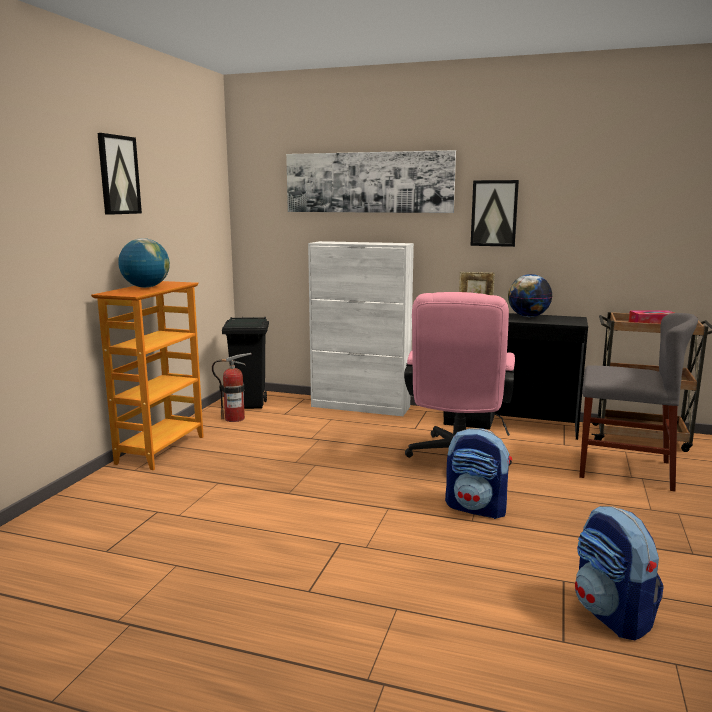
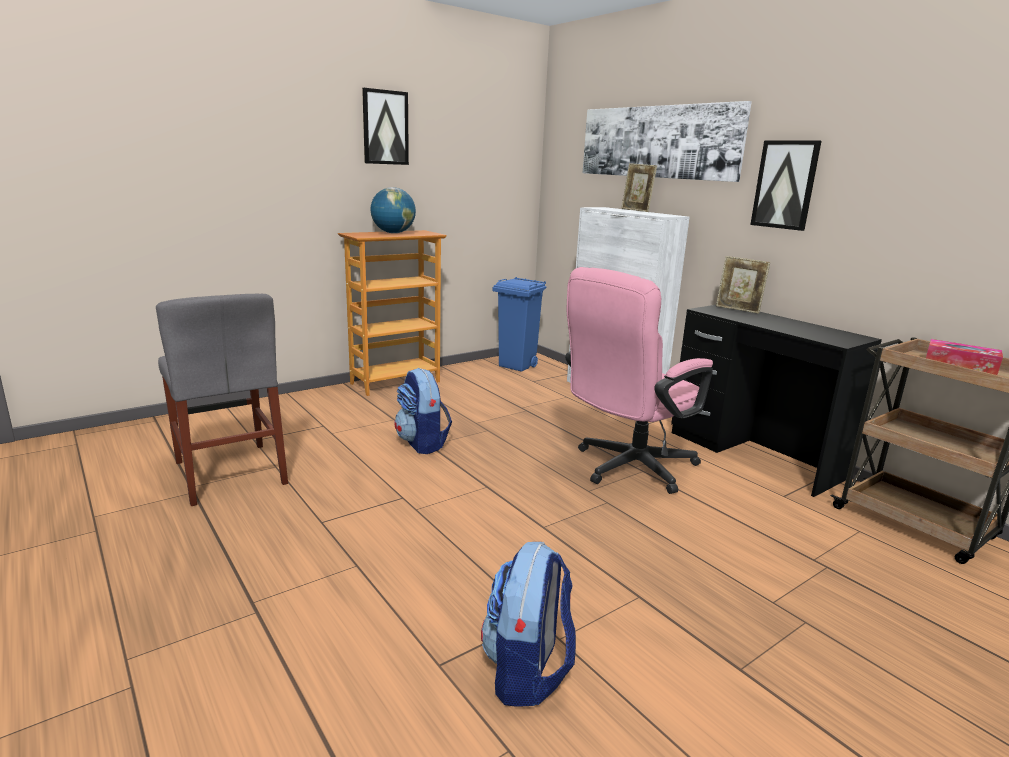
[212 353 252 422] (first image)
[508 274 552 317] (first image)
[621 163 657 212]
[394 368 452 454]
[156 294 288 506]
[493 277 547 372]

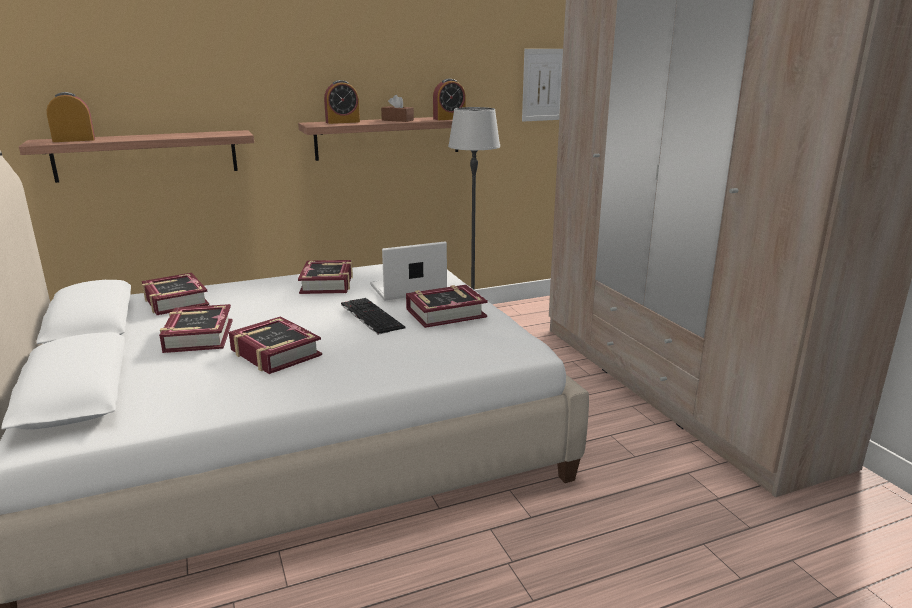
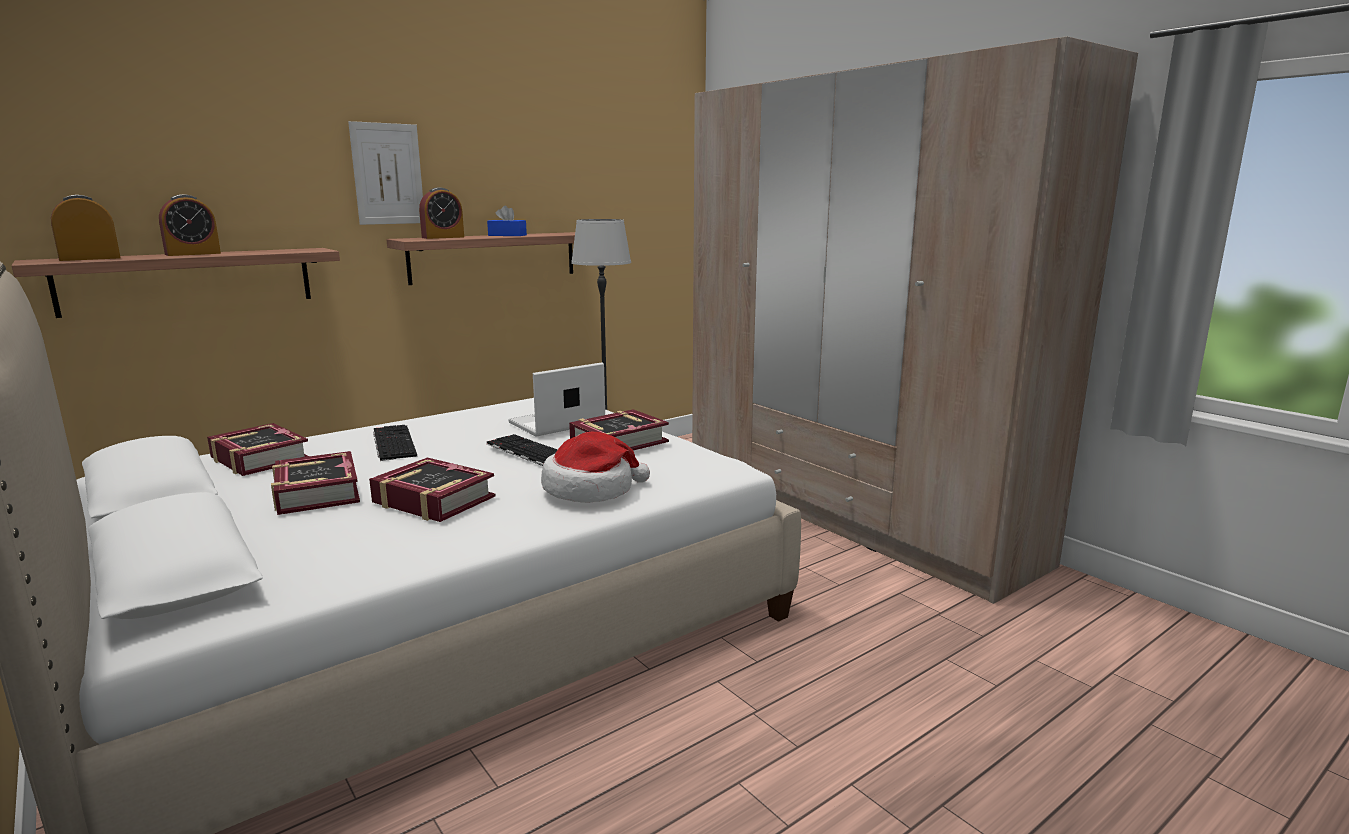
[298 260 353 294] (first image)
[373 425 417 461]
[541 432 650 503]
[159 194 221 256]
[348 121 423 225]
[487 206 527 236]

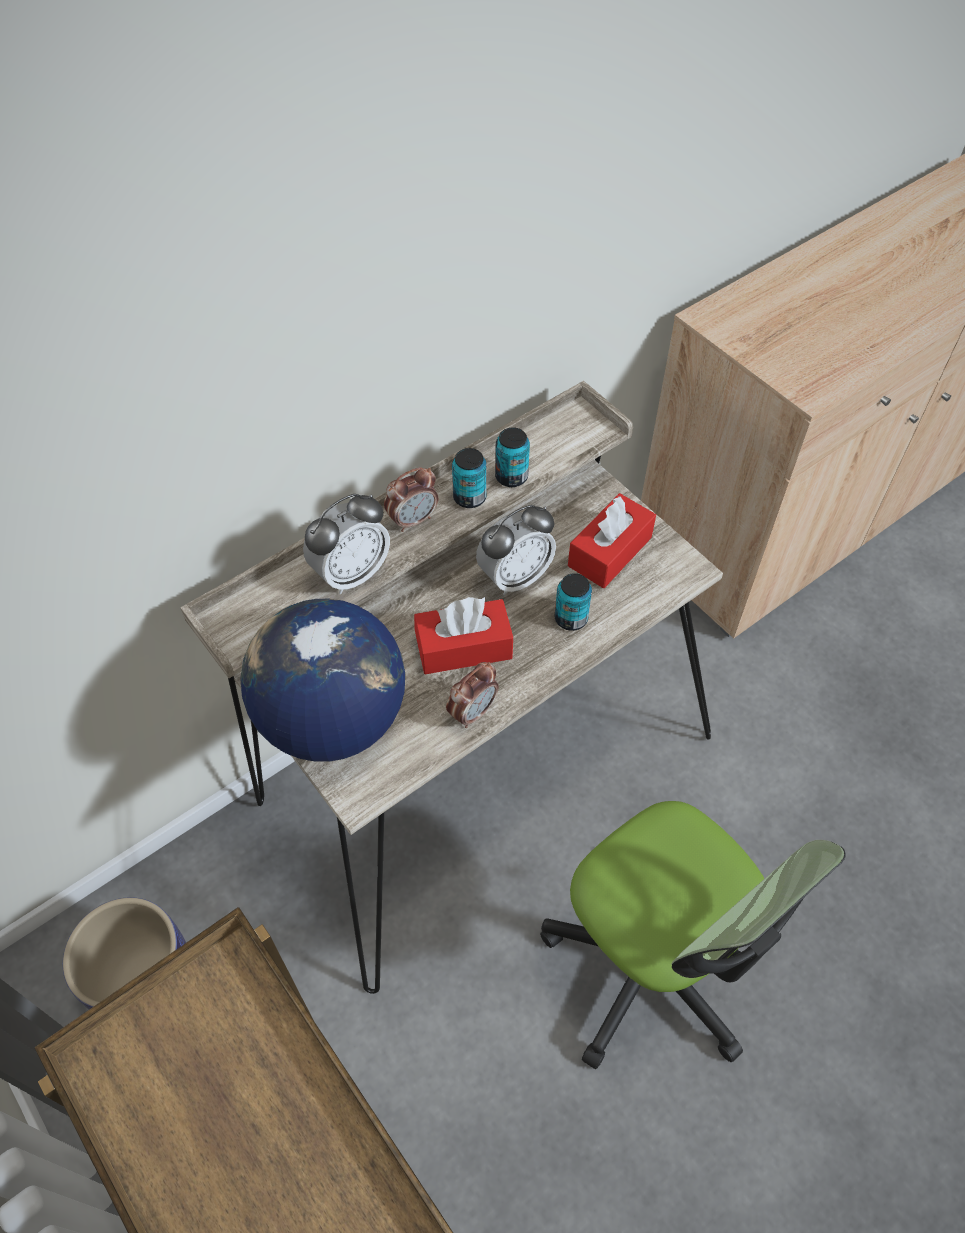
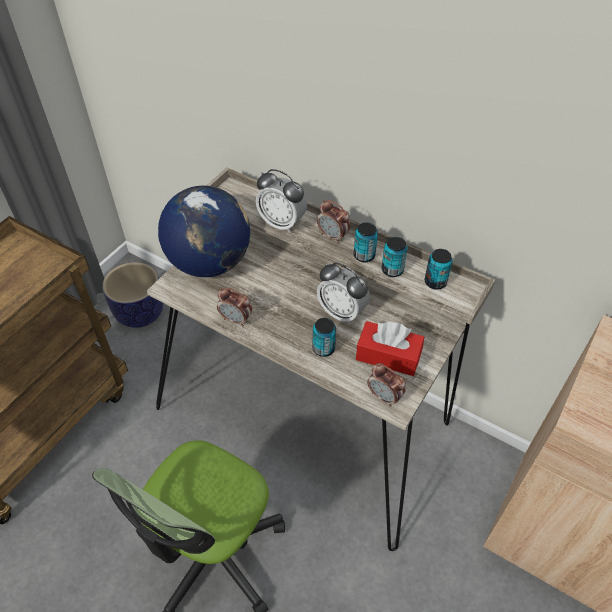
[414 597 513 674] (first image)
[367 363 406 407]
[425 249 453 290]

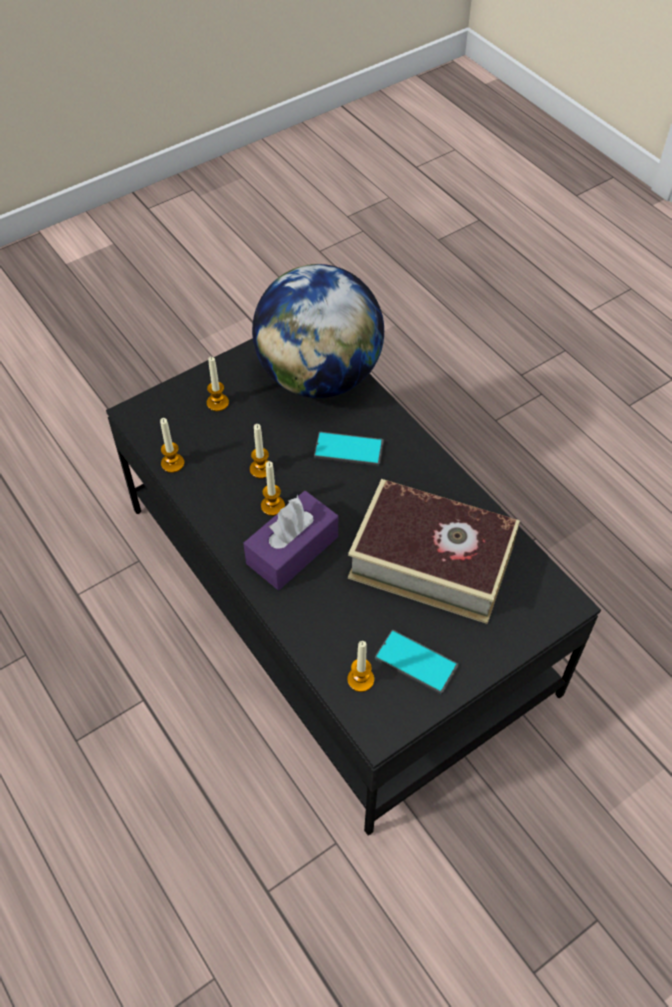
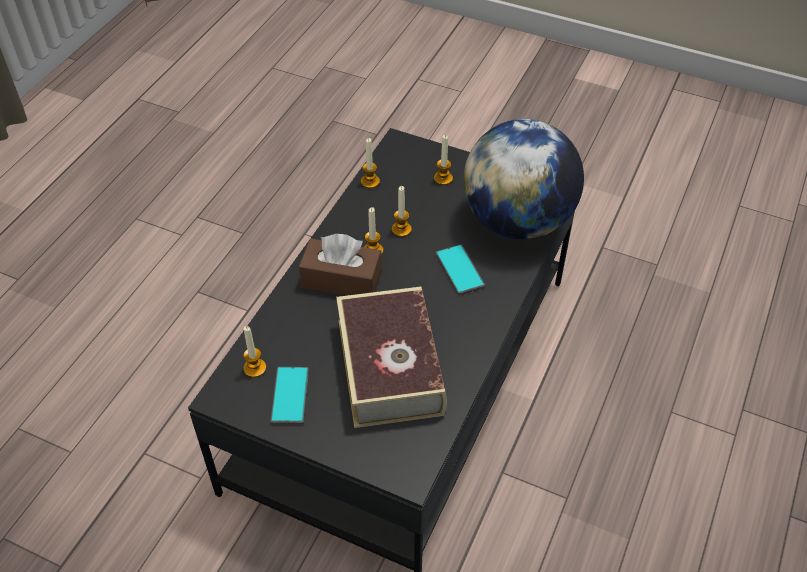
[299 234 382 296]

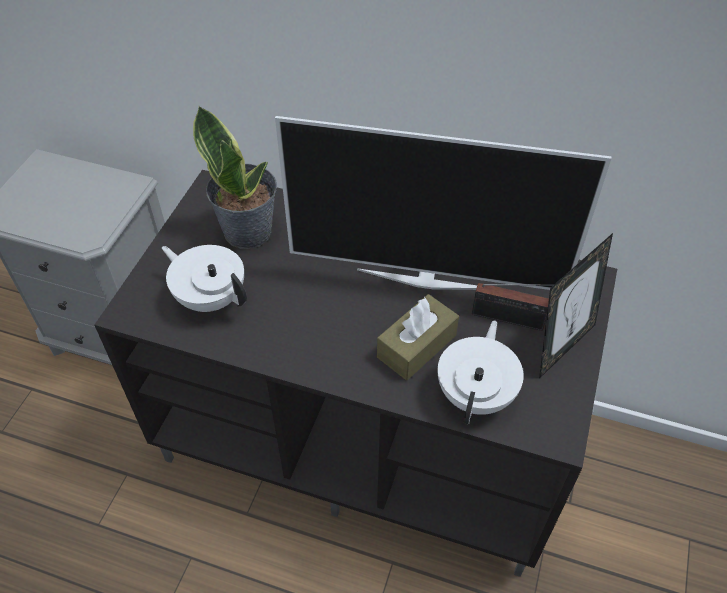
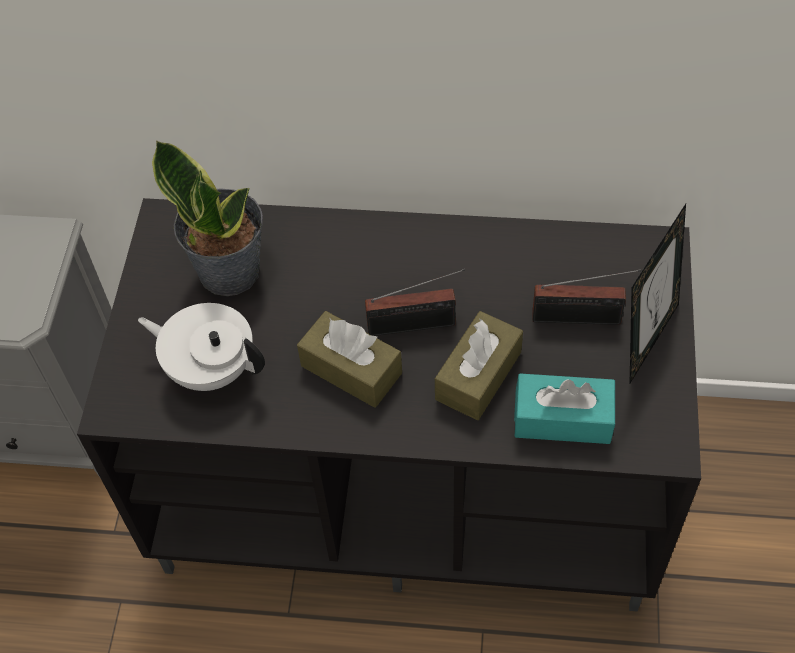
[275 116 611 290] (first image)
[297 311 402 408]
[365 269 465 336]
[514 373 615 444]

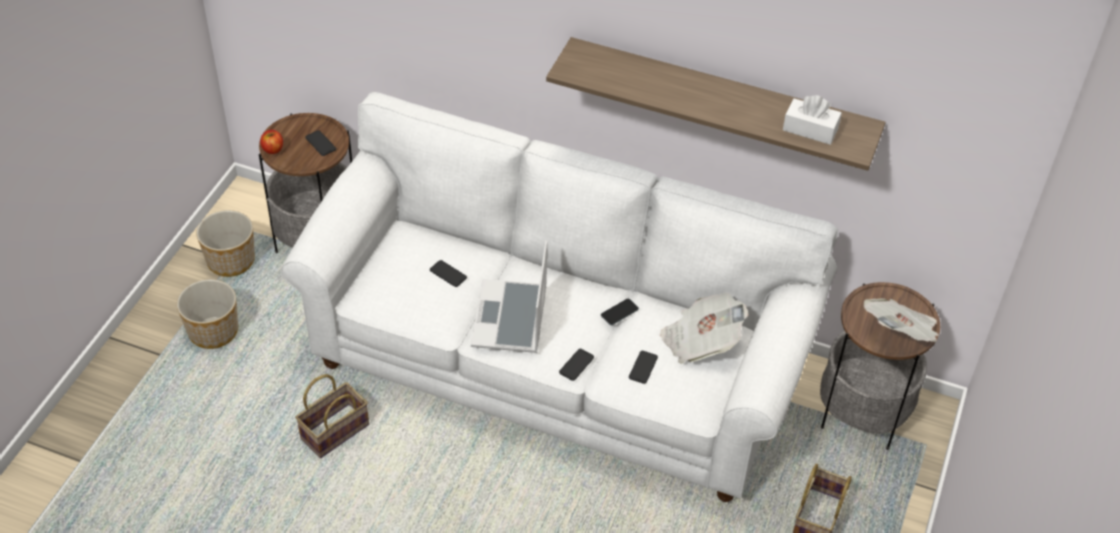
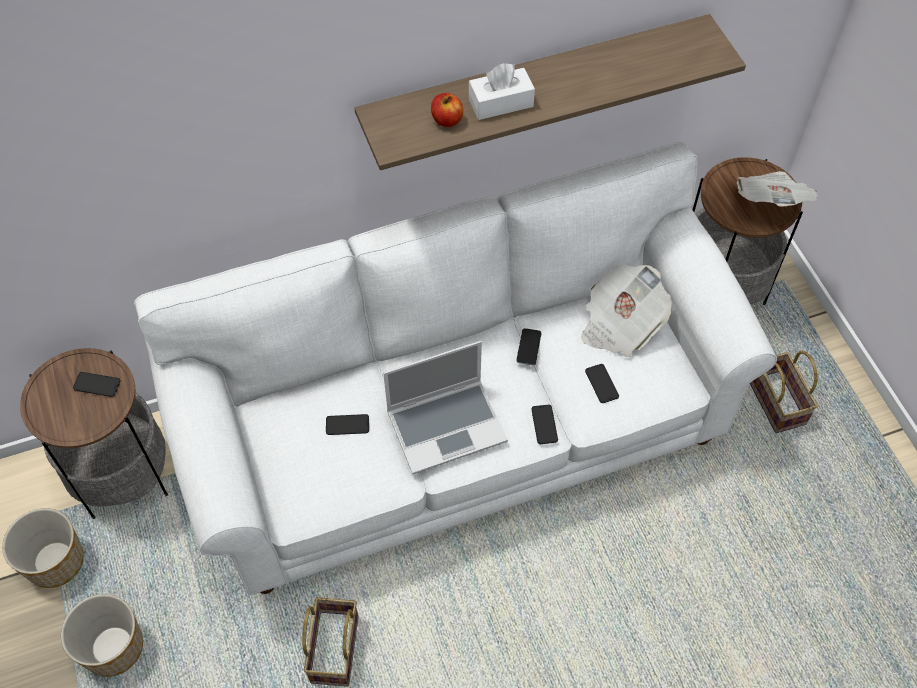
[431 93 463 127]
[469 63 535 120]
[383 341 508 474]

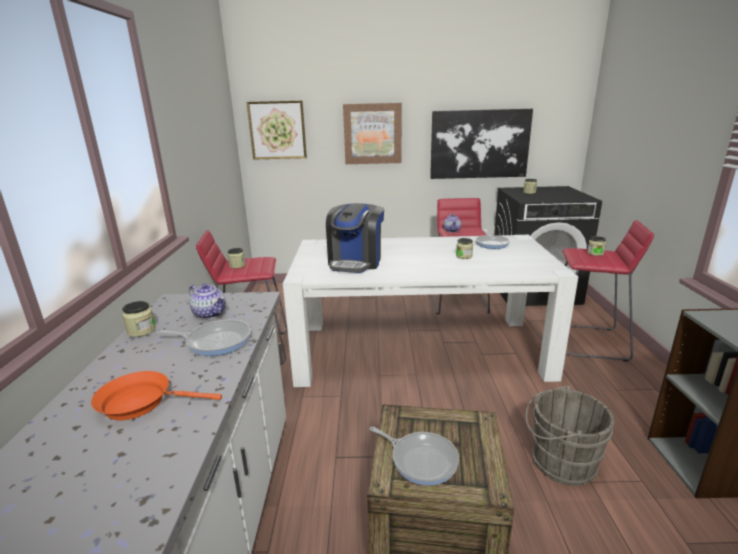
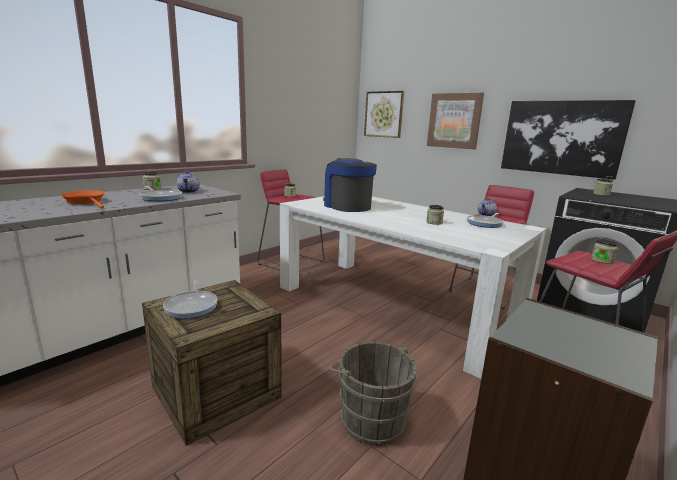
[323 158 377 212]

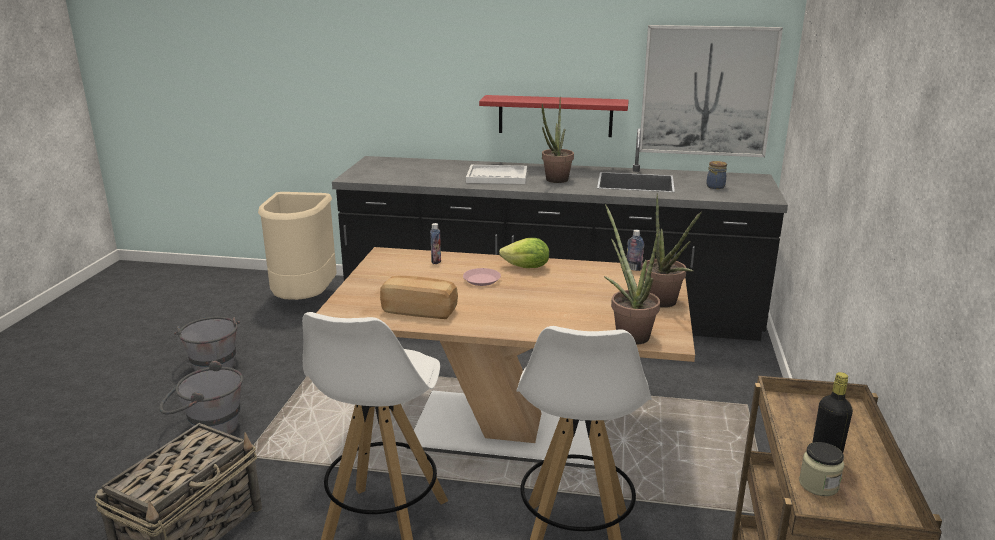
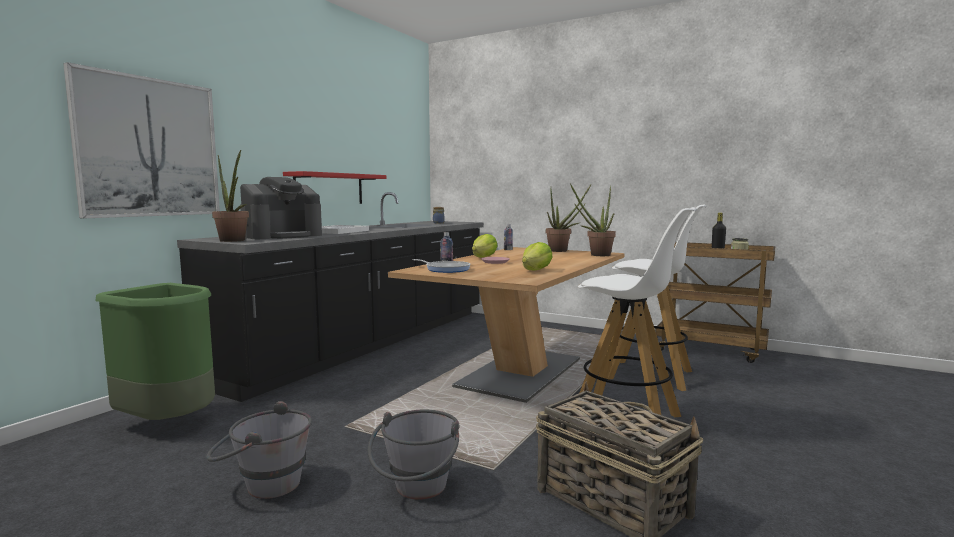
[240 177 322 239]
[412 259 470 273]
[212 150 249 242]
[63 62 220 219]
[522 242 553 270]
[96 283 215 420]

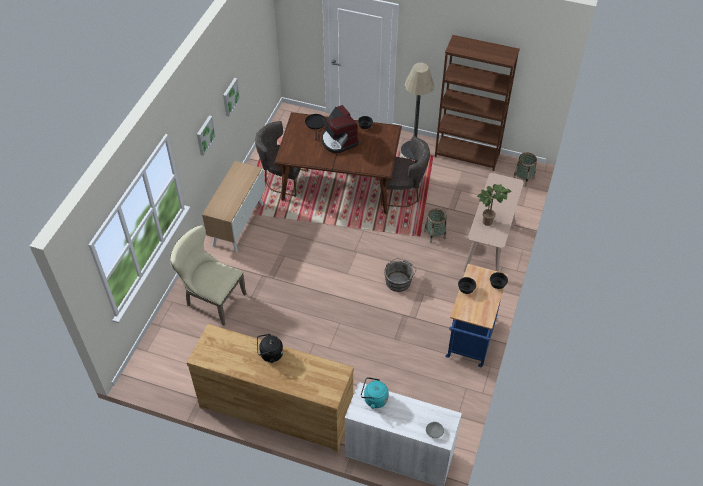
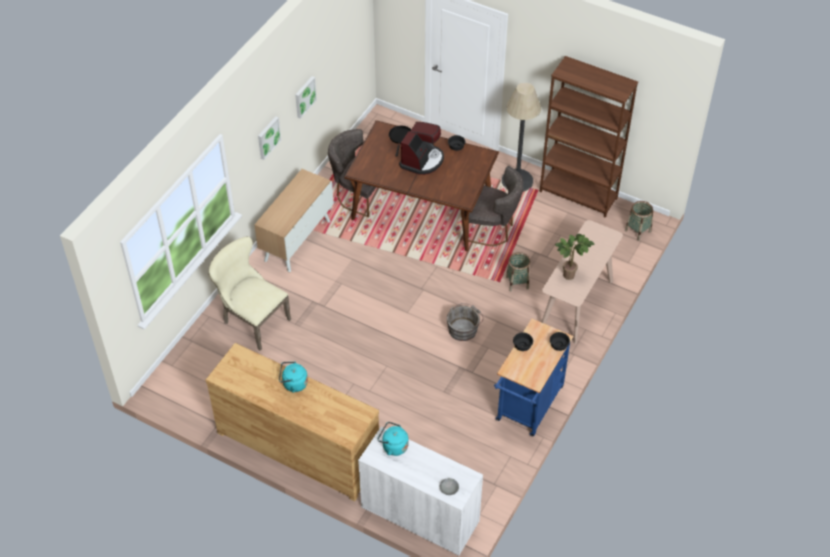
[279 361 308 393]
[399 122 444 175]

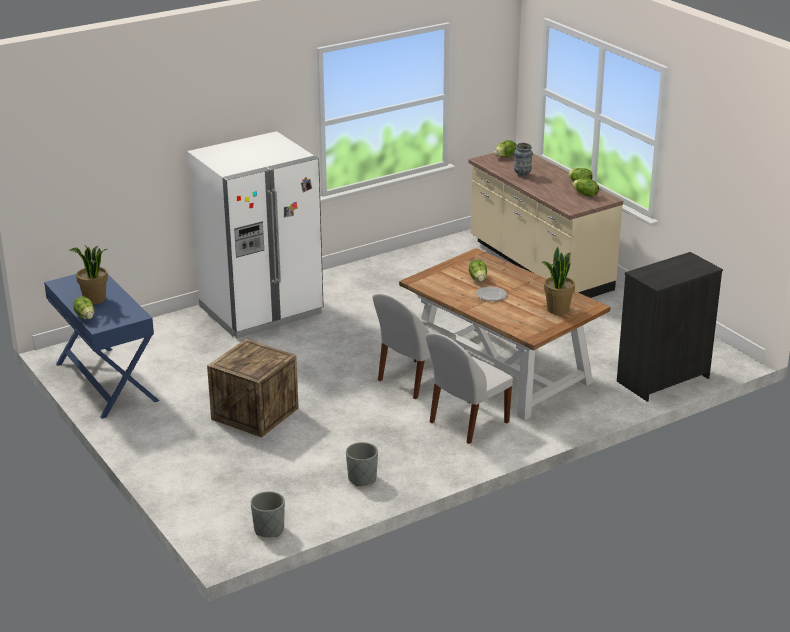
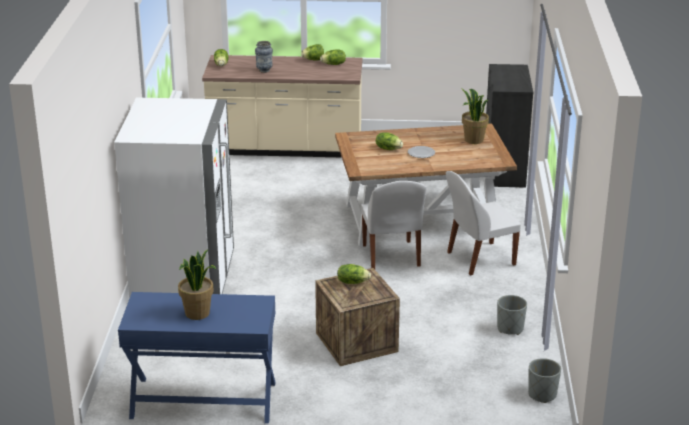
[337 264 371 284]
[446 171 521 275]

